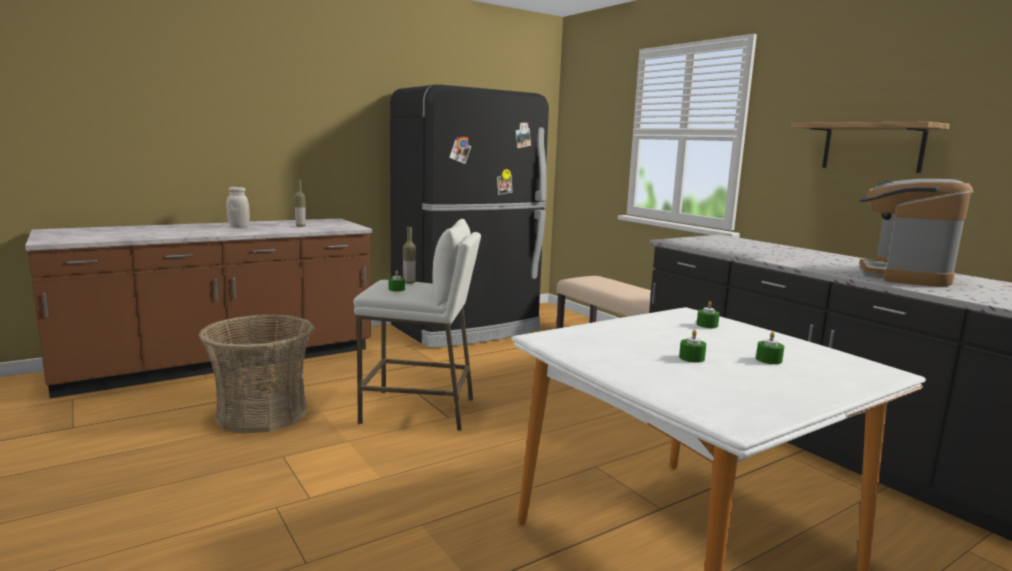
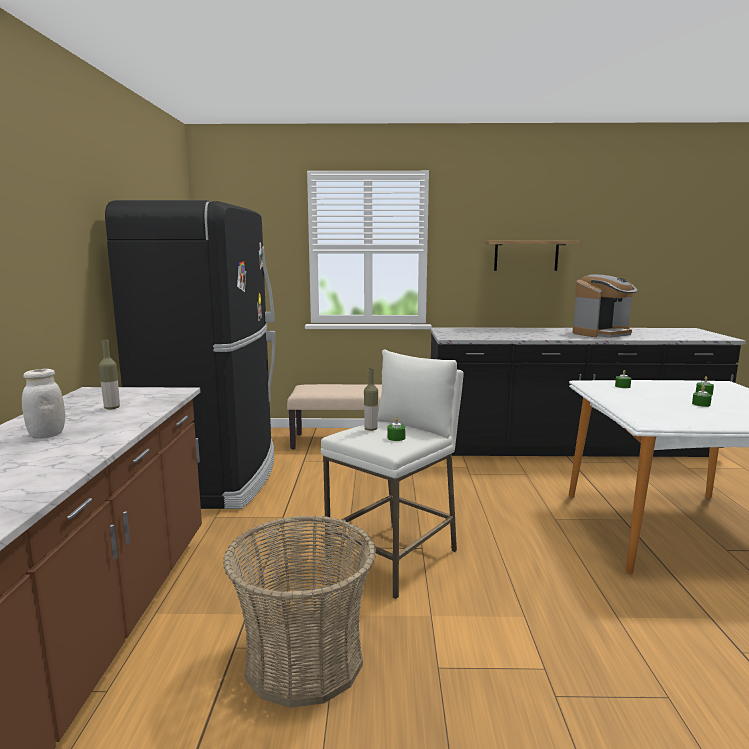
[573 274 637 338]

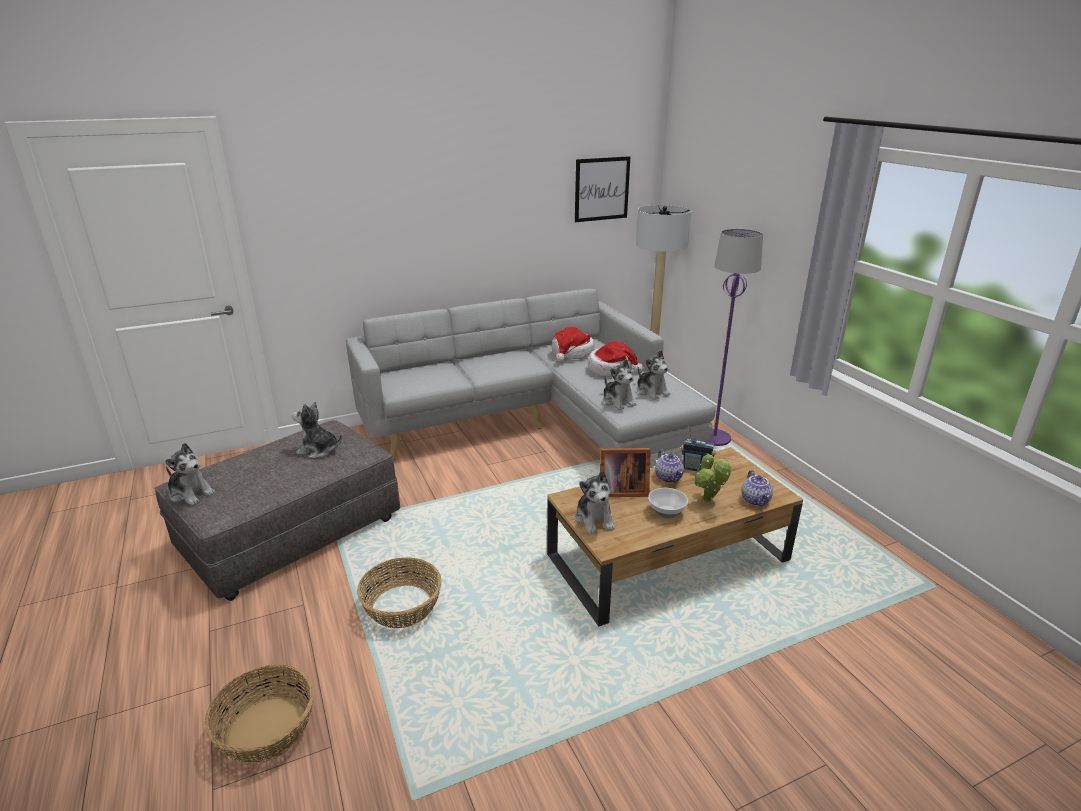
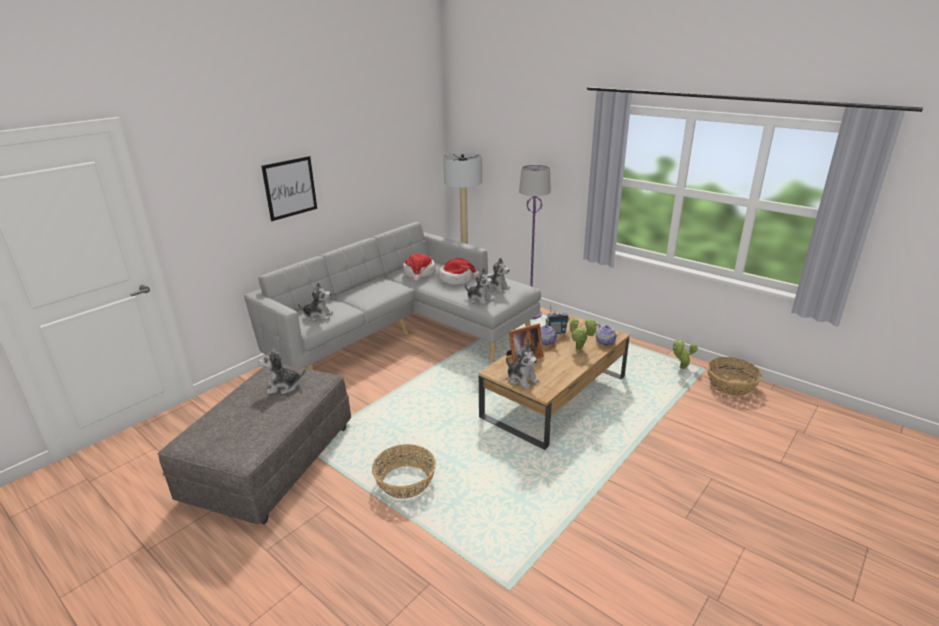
[648 488 688 519] (first image)
[673 340 698 369]
[298 283 333 322]
[707 357 762 396]
[261 156 317 221]

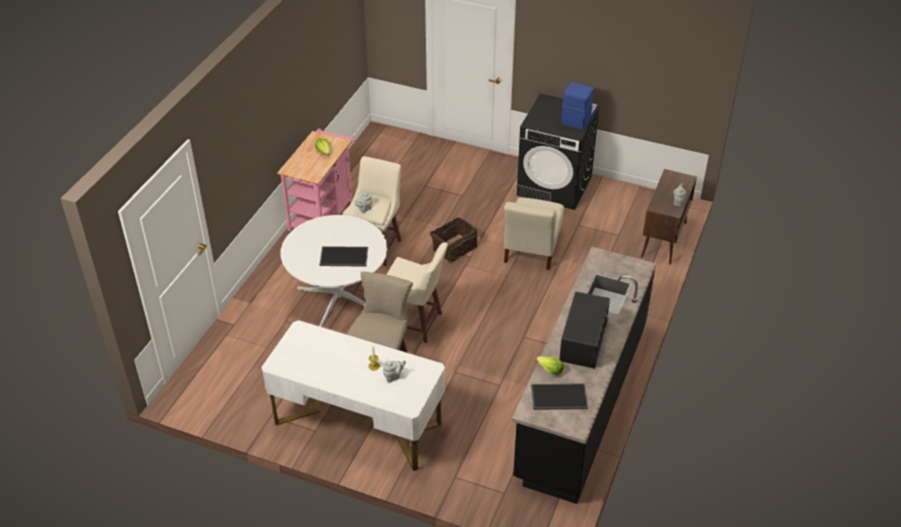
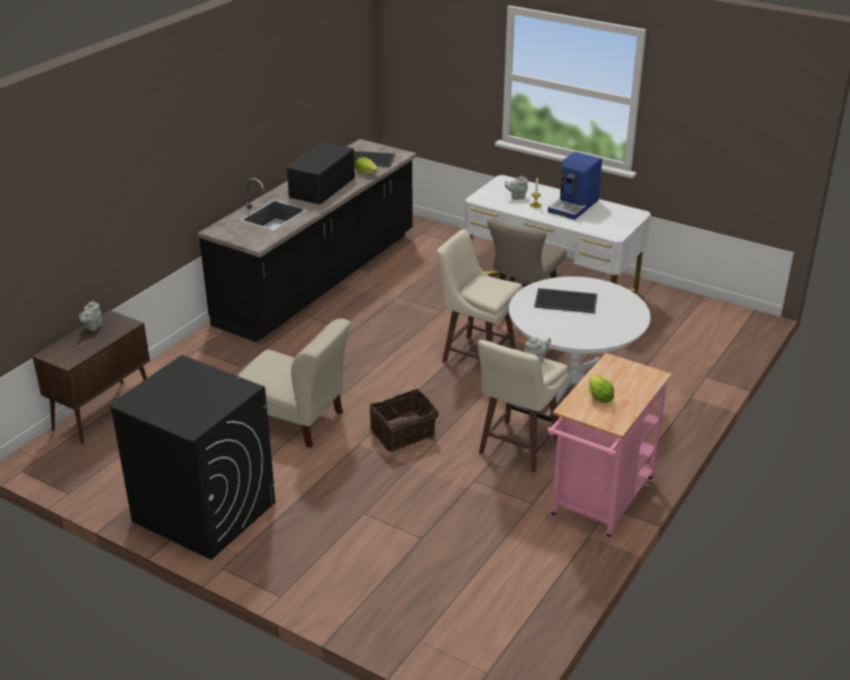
[548 152 602 220]
[237 318 351 448]

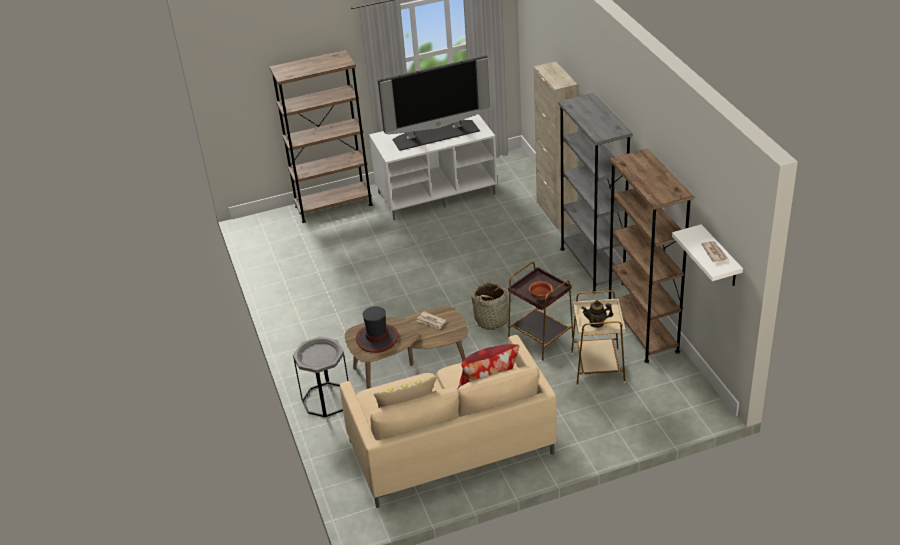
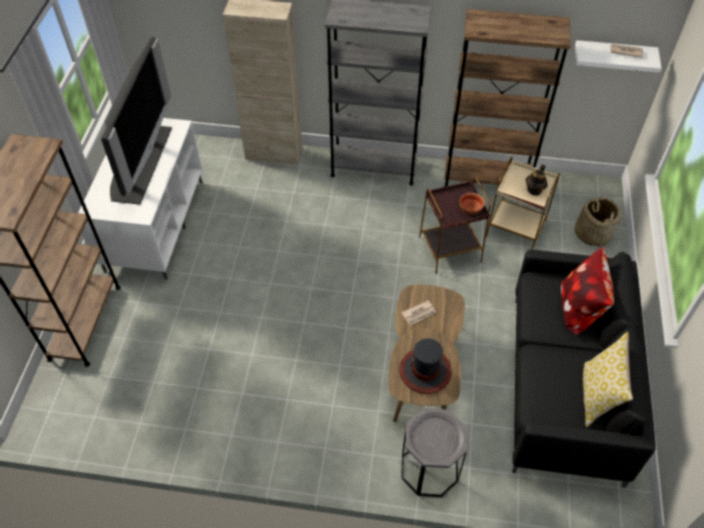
[575 196 621 247]
[512 250 656 488]

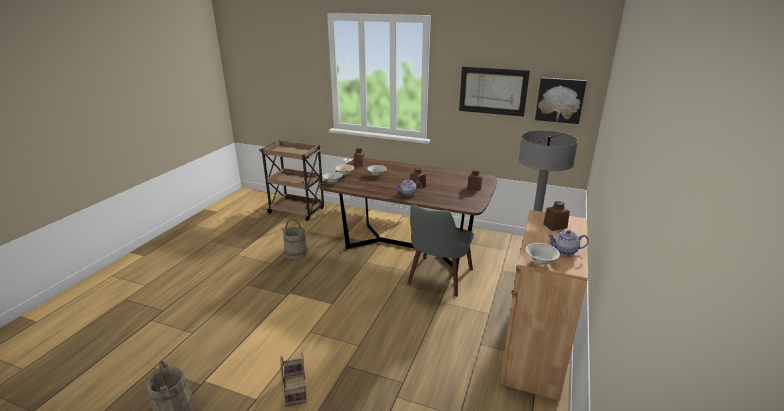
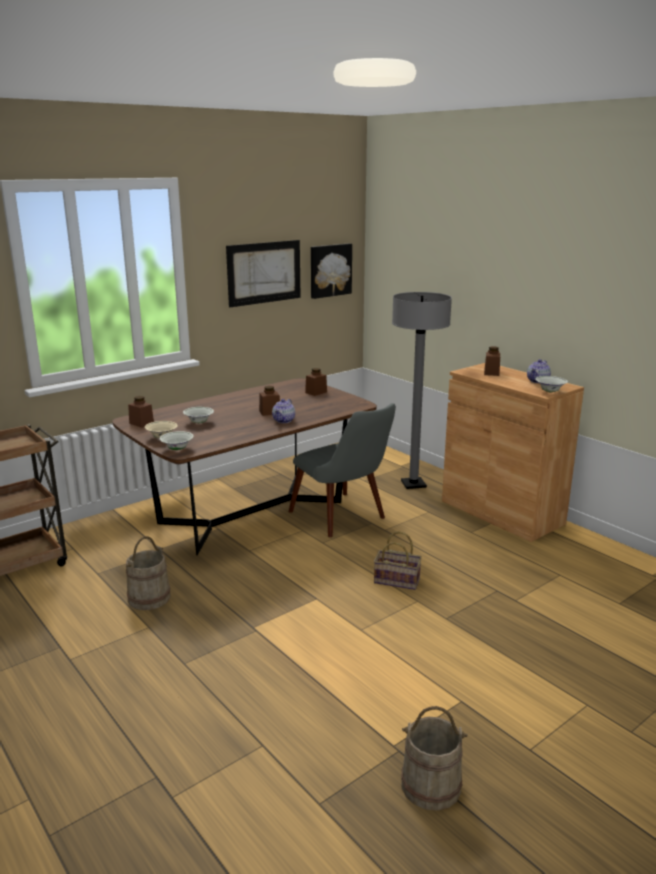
[374 531 422 590]

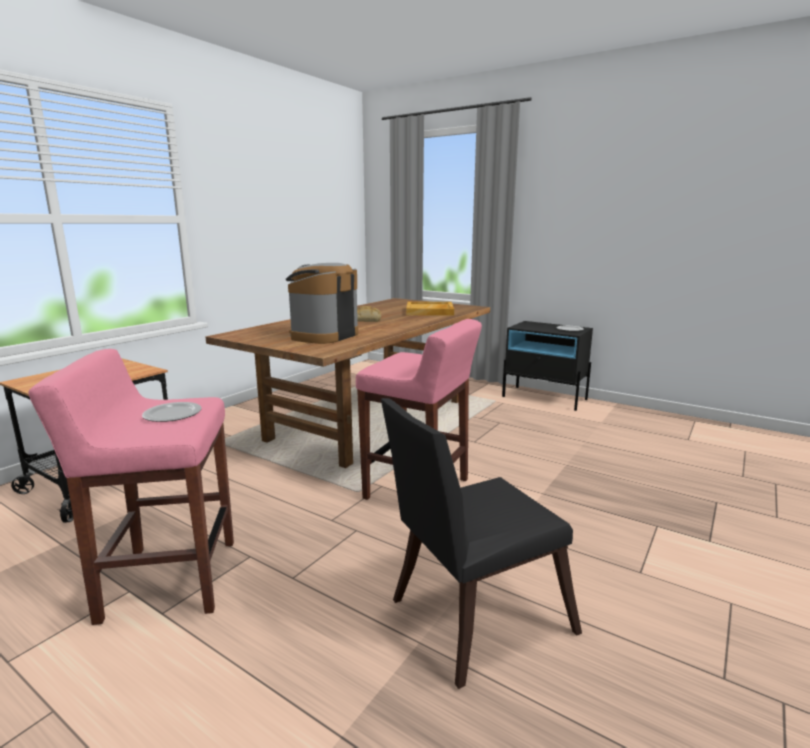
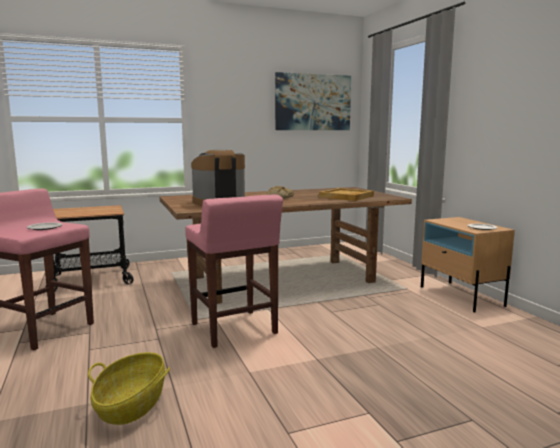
[275 72 351 130]
[88 352 170 425]
[421 217 515 312]

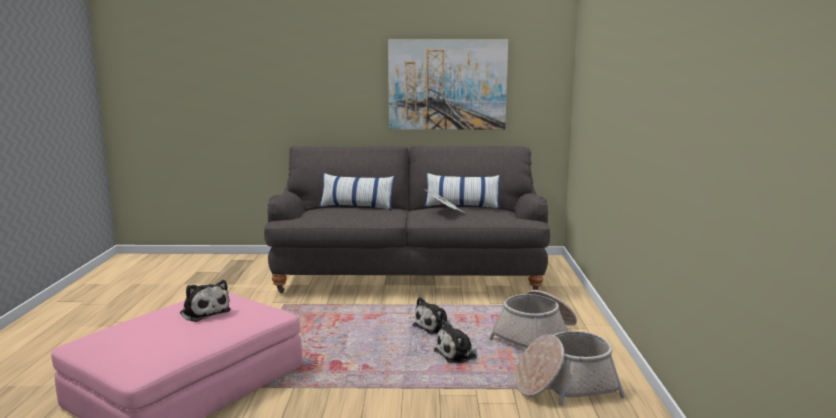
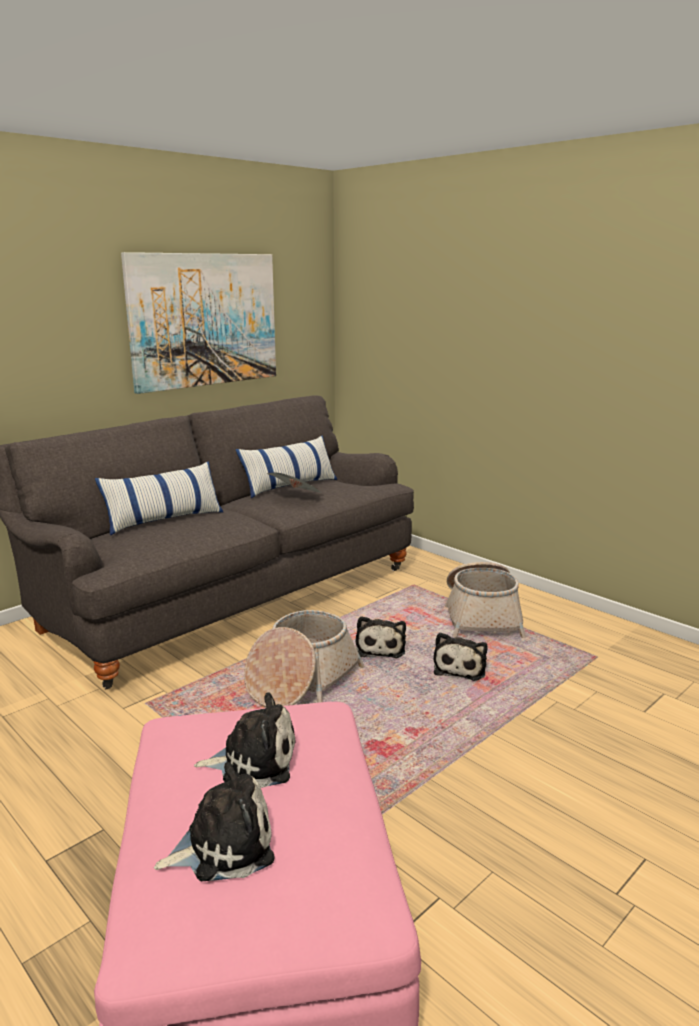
[154 762 275 881]
[244 610 365 707]

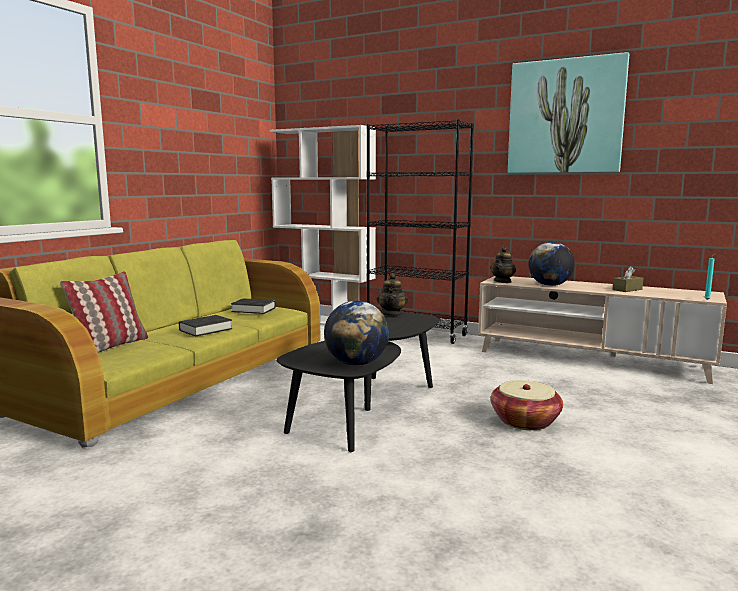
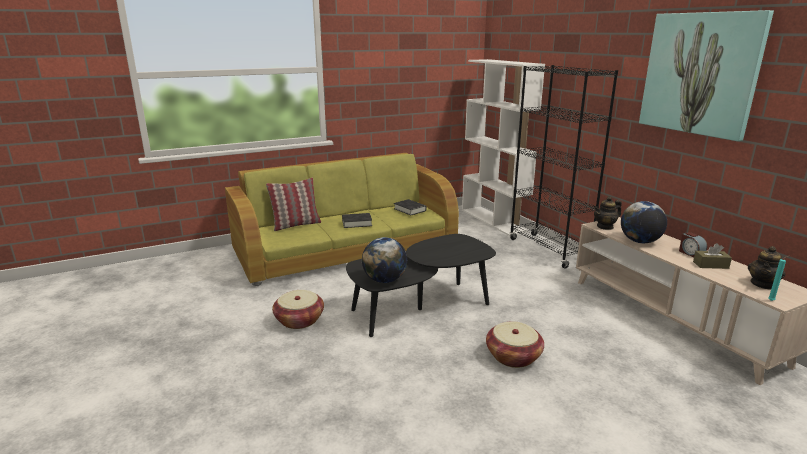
[272 290 324 329]
[679 232 707 257]
[748 246 786 290]

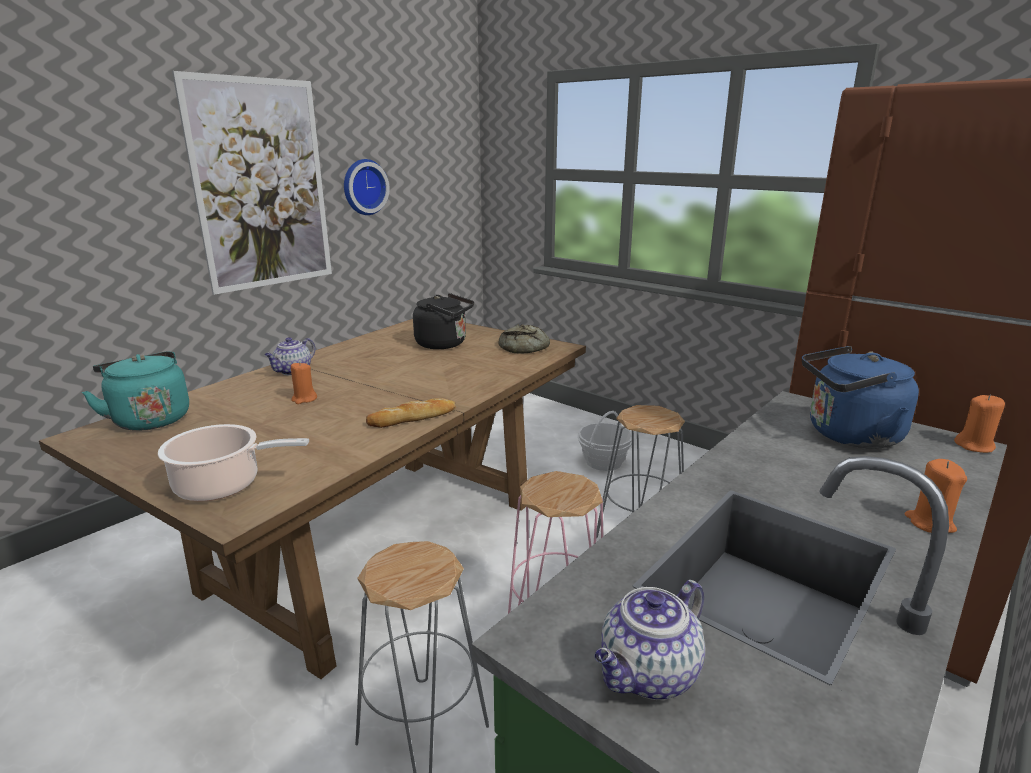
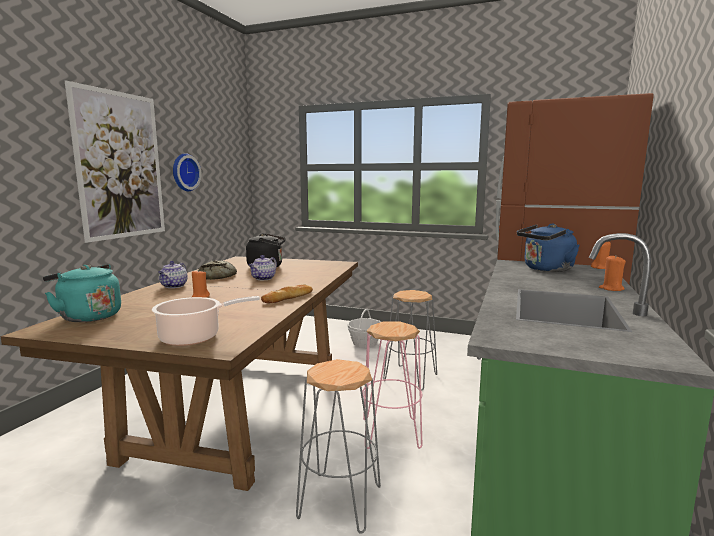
[199 260 237 280]
[248 255 277 280]

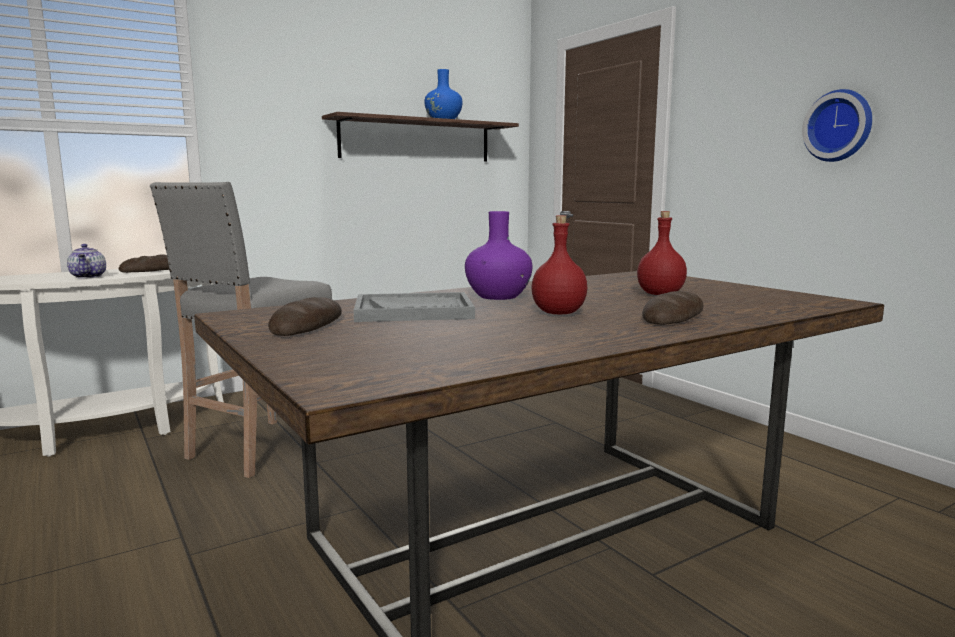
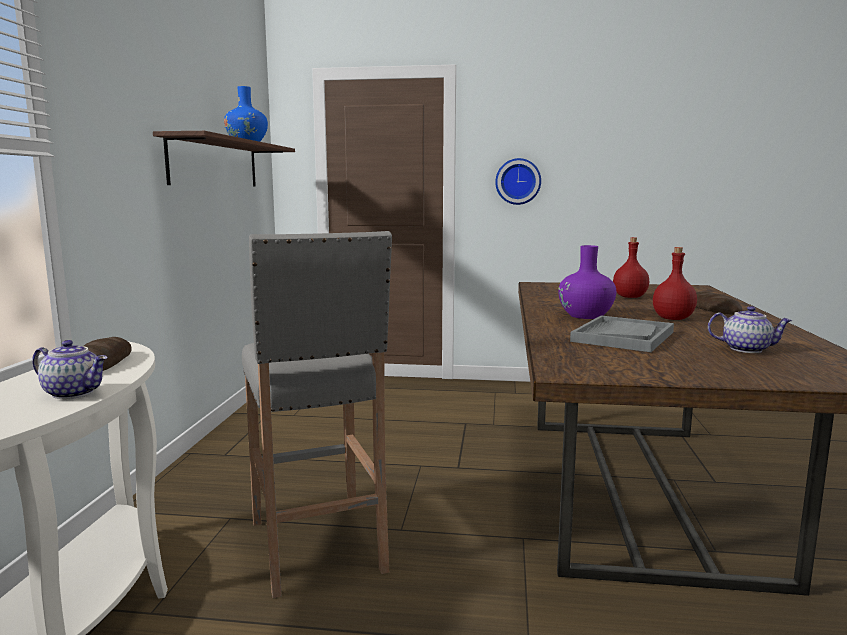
[268 297 342 336] (first image)
[708 306 793 353]
[495 158 541 205]

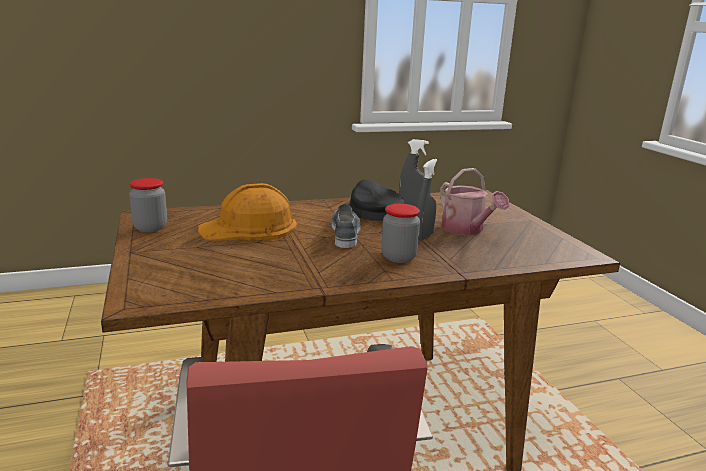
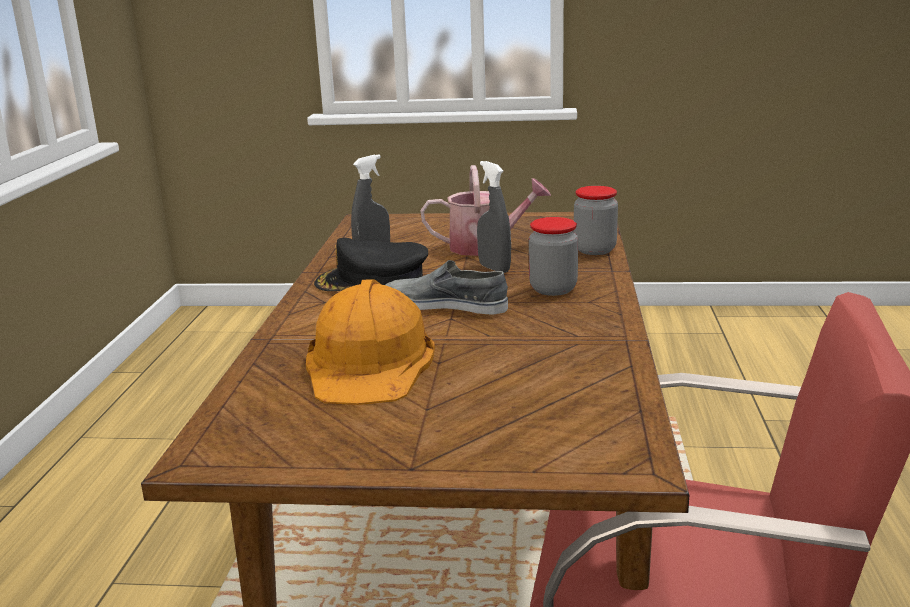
[574 186 618 255]

